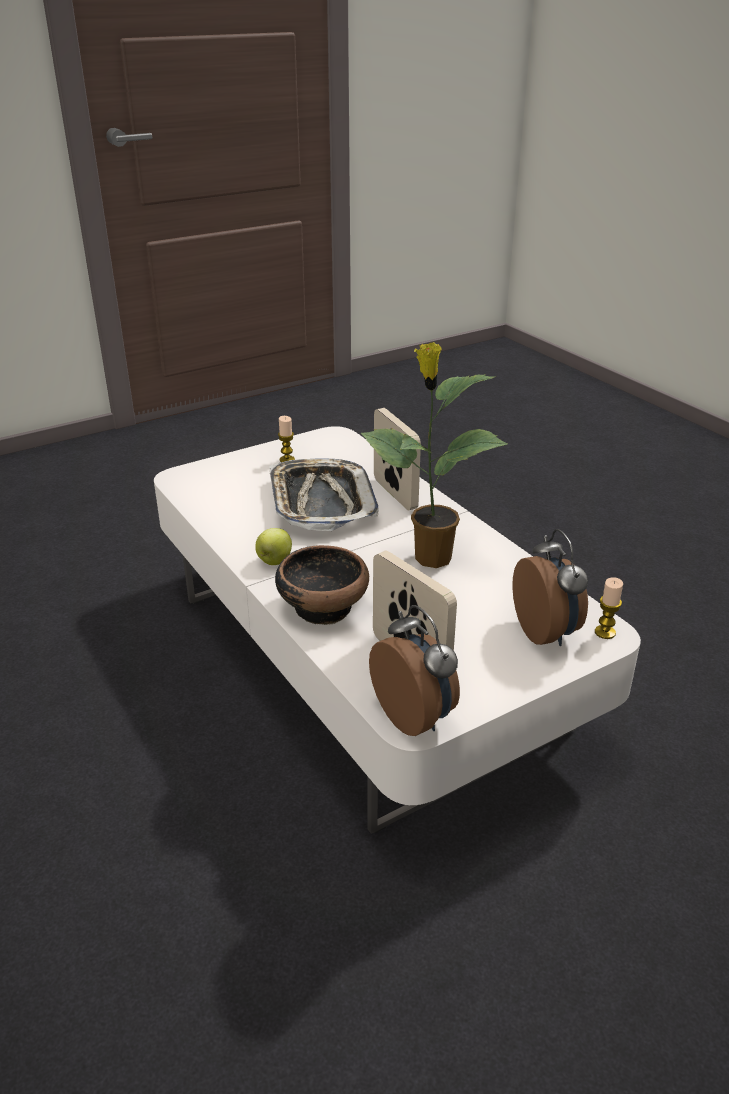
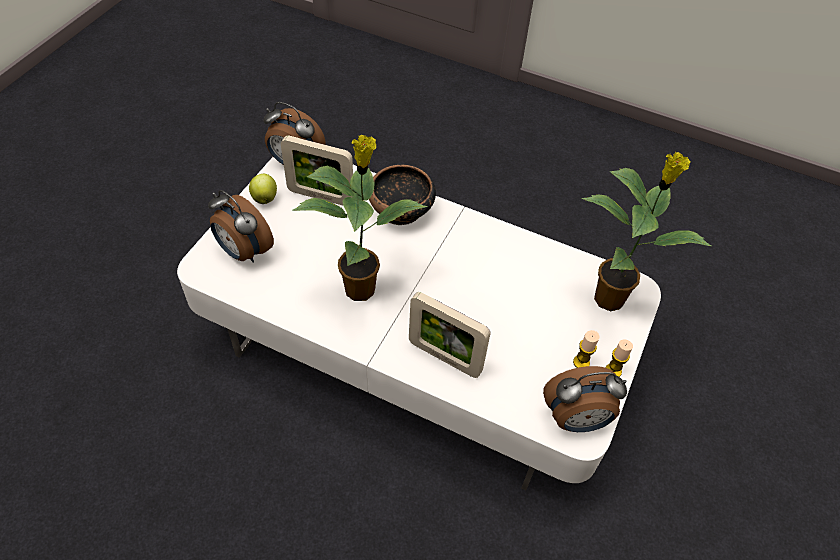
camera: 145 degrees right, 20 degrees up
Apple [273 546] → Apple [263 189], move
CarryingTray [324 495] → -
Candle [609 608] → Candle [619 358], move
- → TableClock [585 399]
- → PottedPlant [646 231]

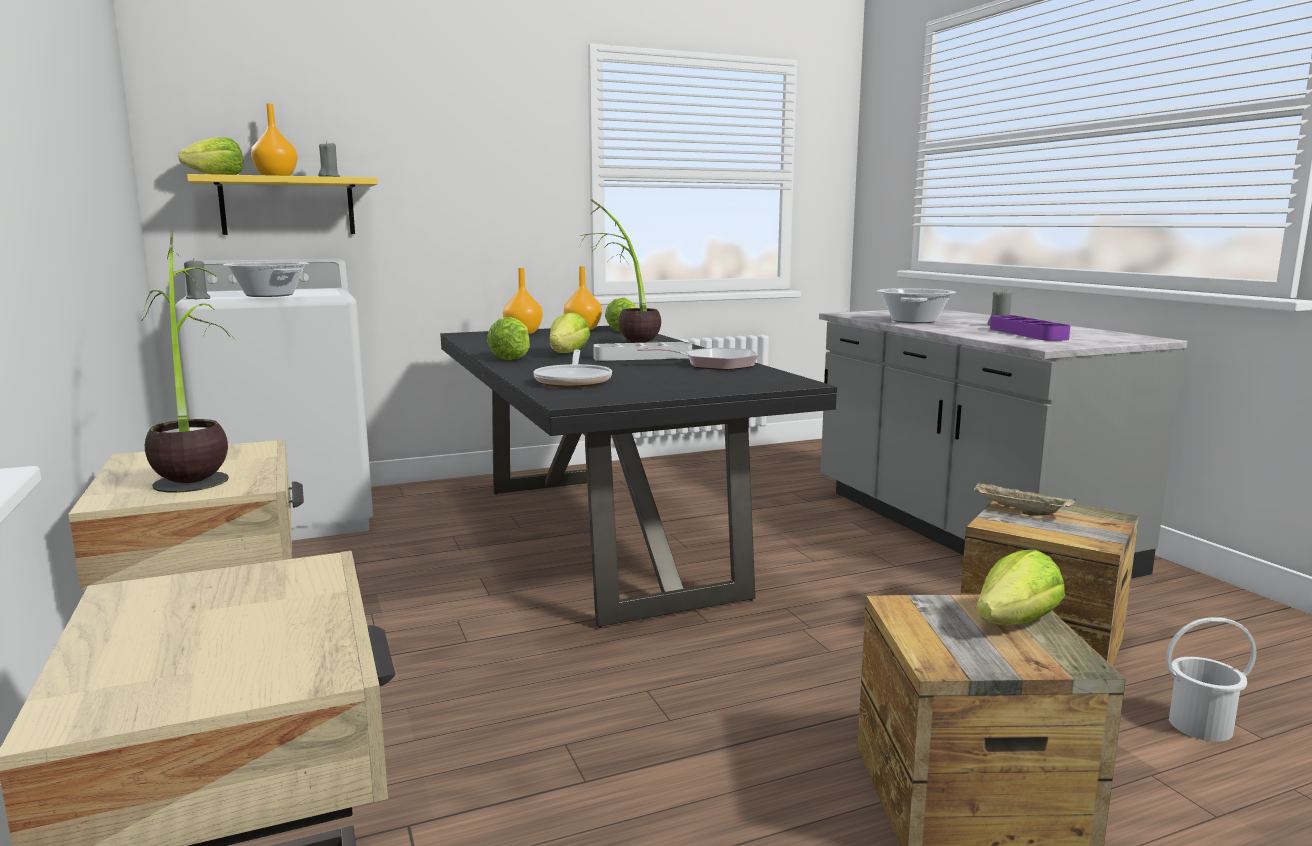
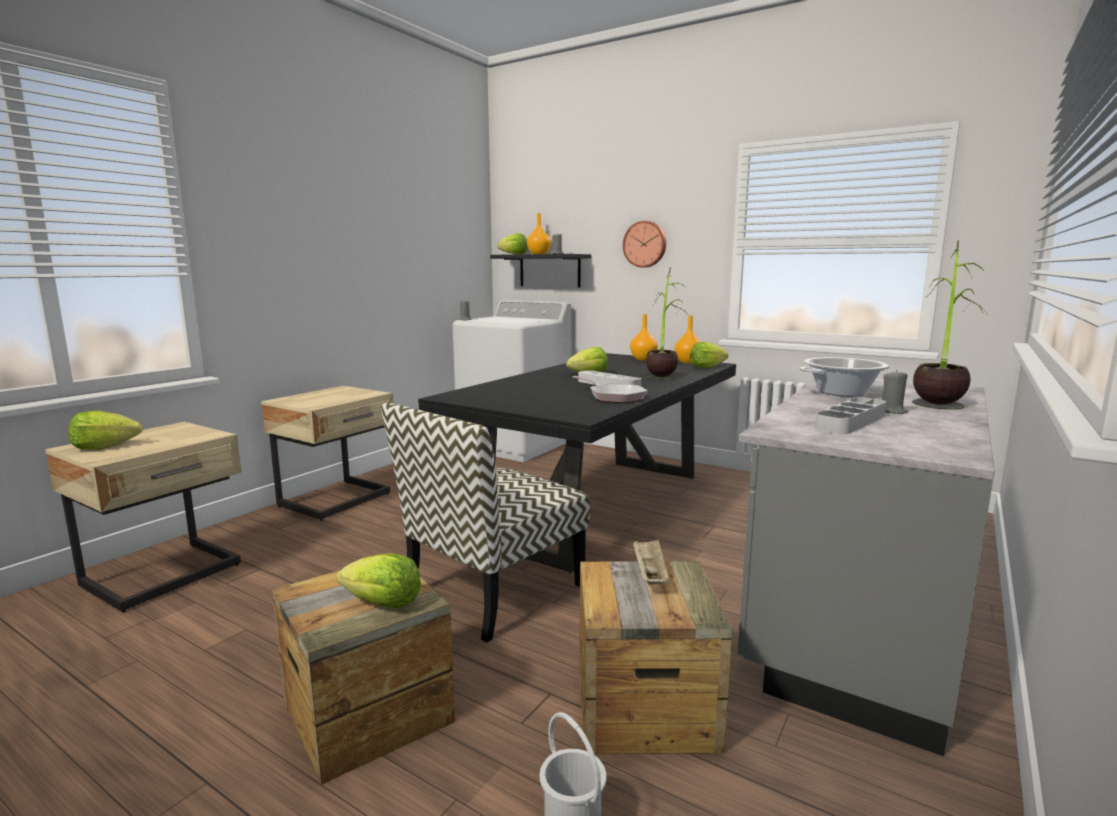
camera: 55 degrees right, 0 degrees up
PottedPlant [188 362] → PottedPlant [950 324], move
YellowishBracketShelf [282 204] → BlackColouredBracketShelf [540 270]
CookingPot [266 279] → -
HeadOfLettuce [508 338] → HeadOfLettuce [105 430], move
FryingPan [572 369] → -
PurplishCarryingTray [1030 328] → GrayCarryingTray [850 415]
- → Chair [486 523]
- → WallClock [644 244]

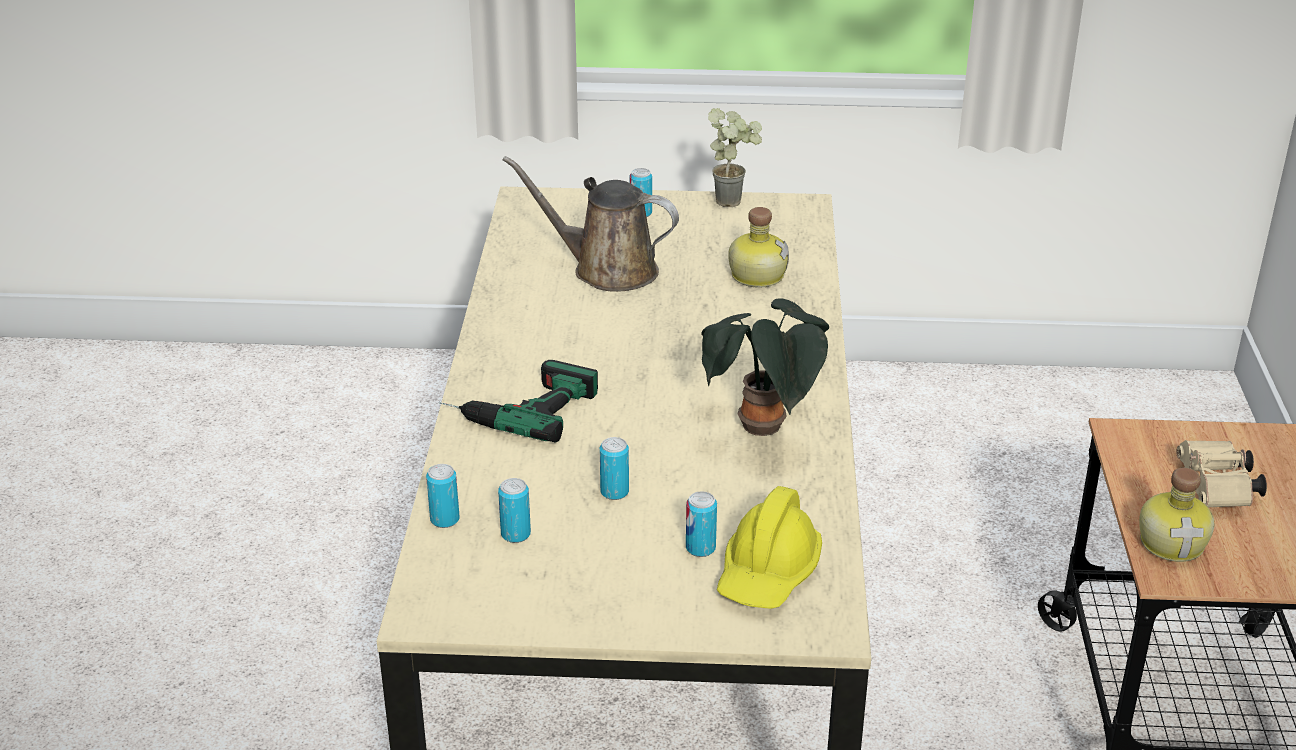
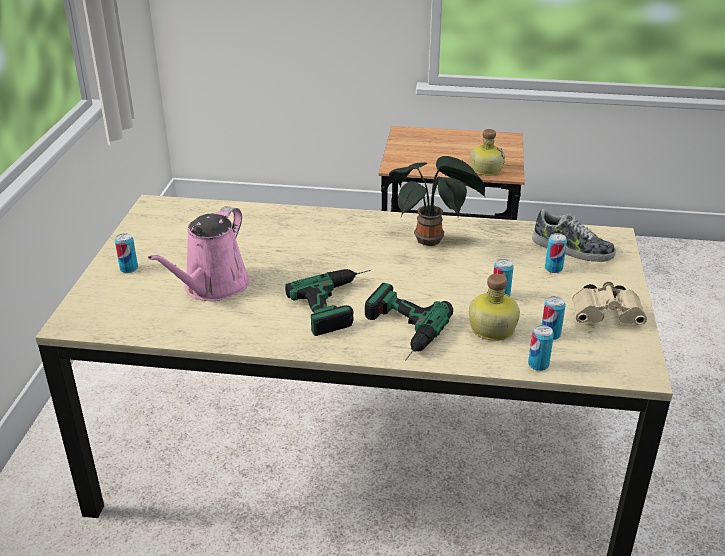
camera: 85 degrees left, 0 degrees up
BrownWateringPot [591 224] → PinkWateringPot [199 253]
PottedPlant [735 157] → -
YellowishSafetyHelmet [769 547] → ItemOfFootwear [574 235]
DrinkBottle [758 247] → DrinkBottle [494 307], move
SandColouredFieldGlasses [1221 473] → SandColouredFieldGlasses [609 303], move
- → ElectricDrill [328 302]

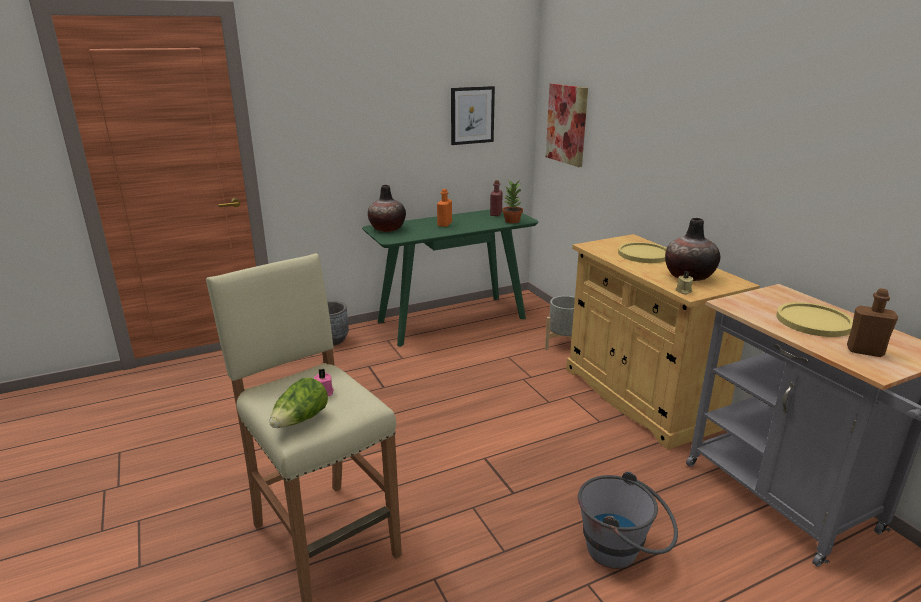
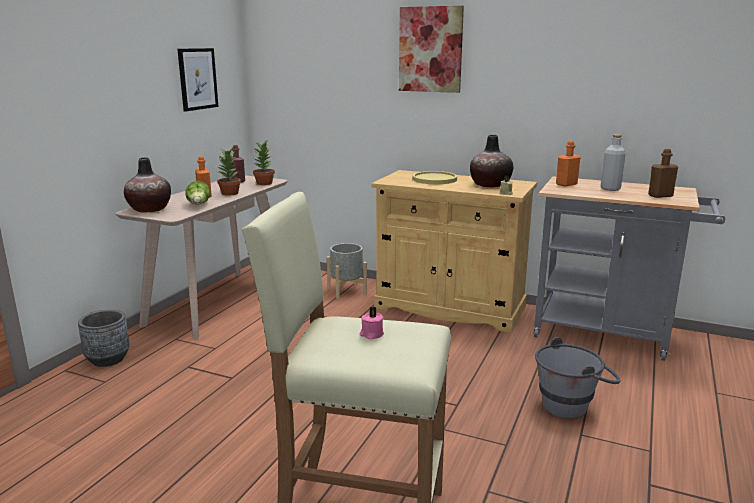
camera: 40 degrees left, 5 degrees down
HeadOfLettuce [298 403] → HeadOfLettuce [197 192], move
GreenNarrowTable [450 277] → SandColouredNarrowTable [201 257]
WallArt [567 125] → WallArt [431 49], move
YellowishDinnerPlate [815 319] → GrayDrinkBottle [613 162]
- → PottedPlant [229 172]
- → OrangeyDrinkBottle [568 164]

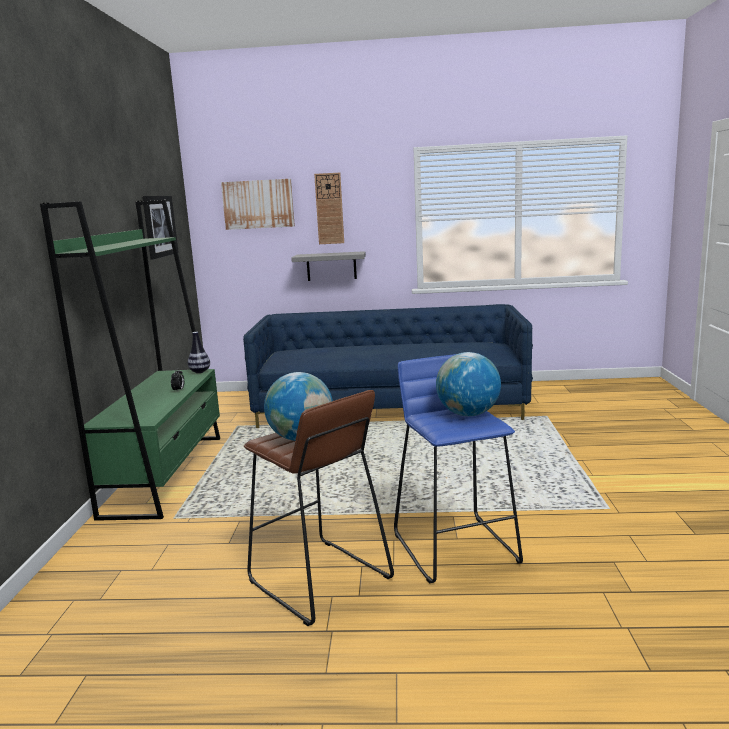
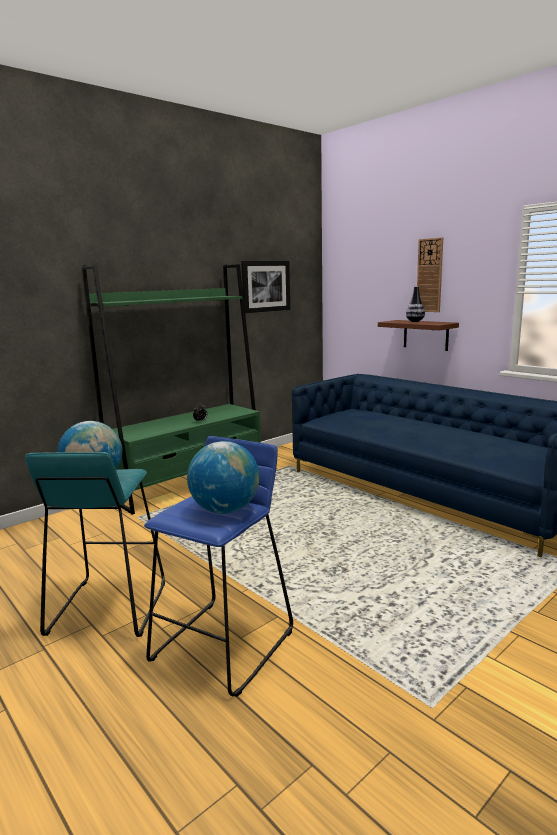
camera: 45 degrees right, 0 degrees up
DecorativeVase [199 352] → DecorativeVase [415 304], move
WallArt [258 204] → -
BrownStool [319 508] → TurquoiseColouredStool [95 544]
GrayBracketShelf [328 266] → BrownBracketShelf [418 335]

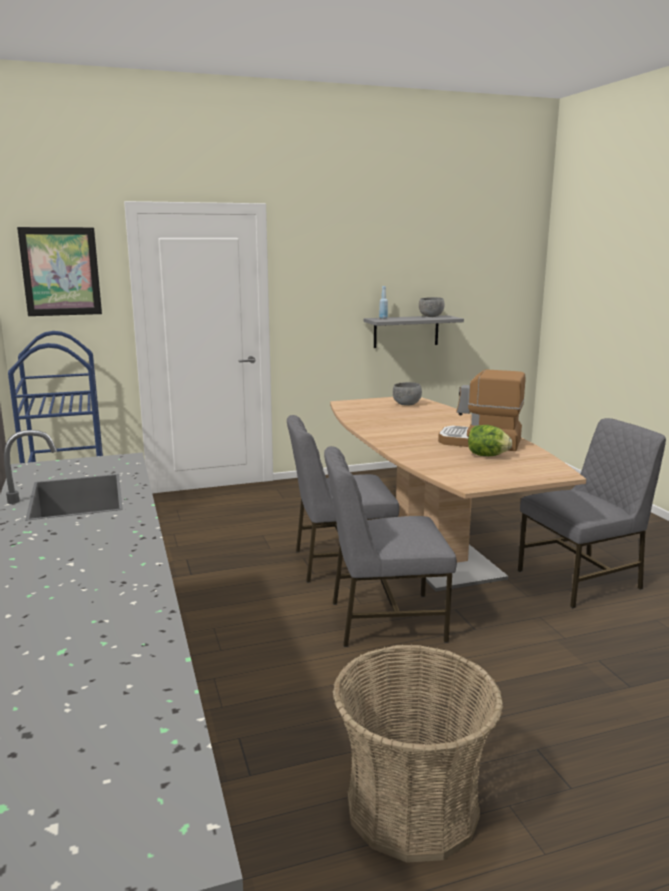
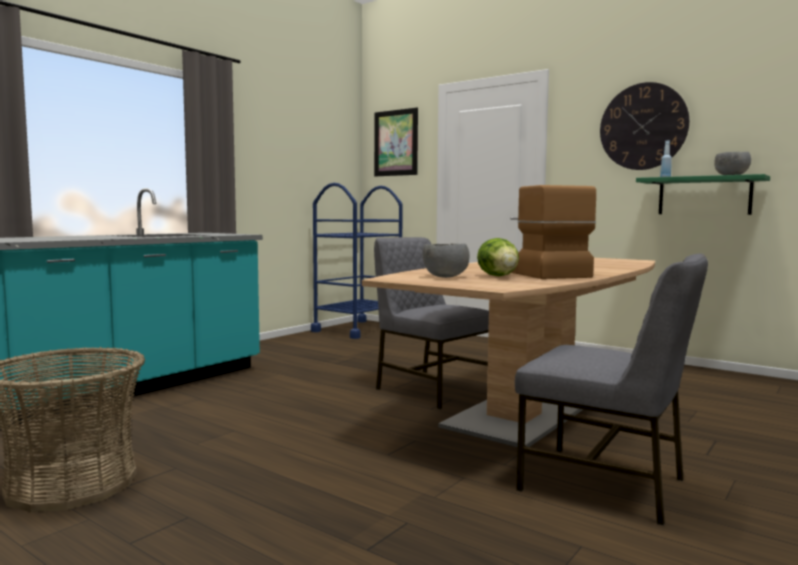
camera: 55 degrees right, 10 degrees down
GrayChair [390 546] → -
GrayBracketShelf [414 331] → GreenBracketShelf [703 194]
GrayBowl [407 394] → GrayBowl [446 261], move
- → WallClock [644 126]

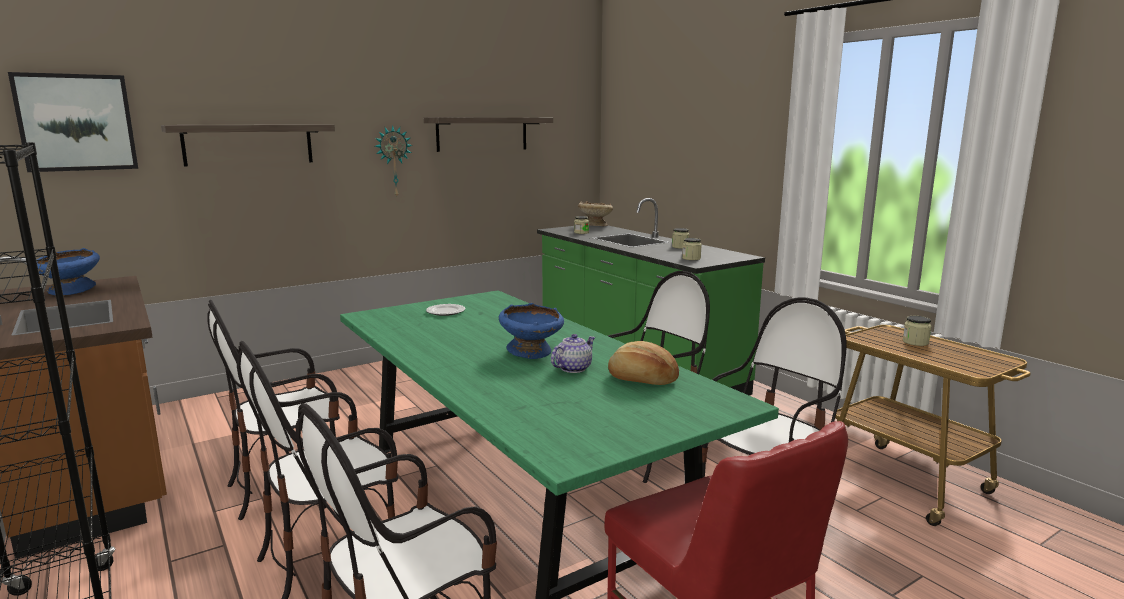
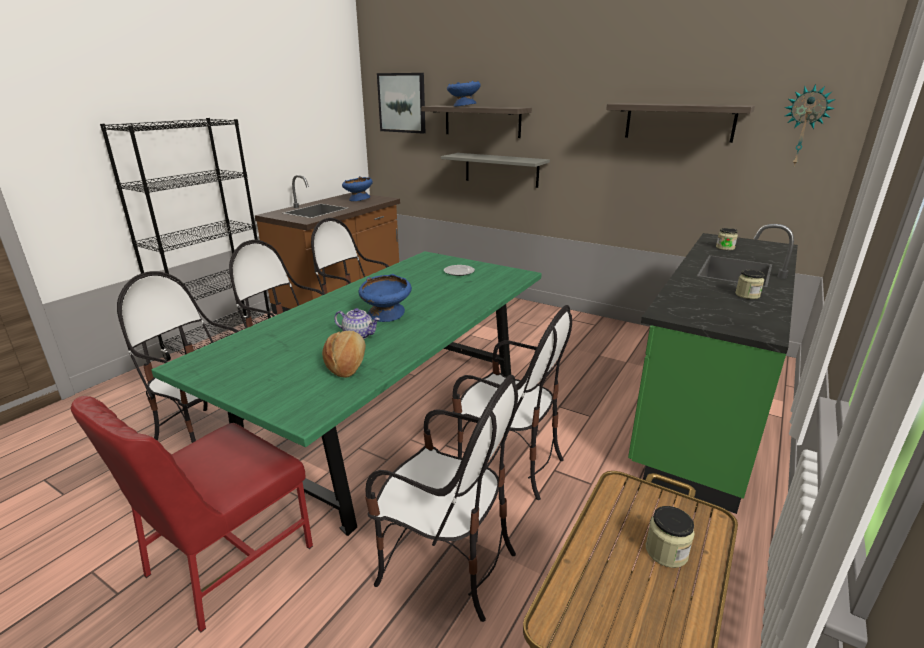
camera: 65 degrees right, 10 degrees up
WallClock [394 161] → WallClock [809 125], move
SandColouredBowl [595 213] → -
Jar [692 249] → -
- → GrayBracketShelf [495 170]
- → BluishBowl [464 94]

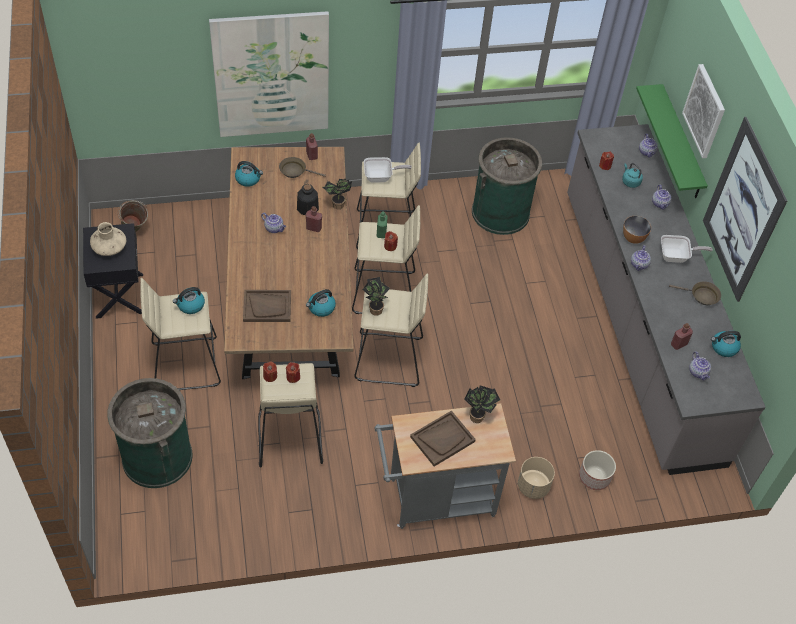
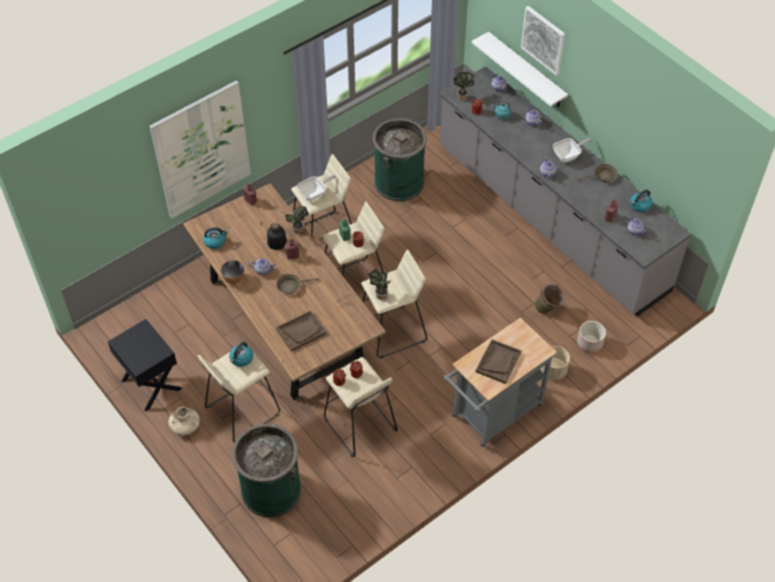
camera: 25 degrees left, 0 degrees up
SandColouredDecorativeVase [108 239] → SandColouredDecorativeVase [184 421], move
GreenWaterBucket [133 216] → GreenWaterBucket [550 299], move
BrownFryingPan [302 167] → BrownFryingPan [298 284], move
Kettle [321 303] → -
PottedPlant [482 404] → PottedPlant [464 86], move
Bowl [637 230] → Bowl [232 272], move
GreenBracketShelf [672 141] → WhiteColouredBracketShelf [519 69]
WallArt [745 209] → -

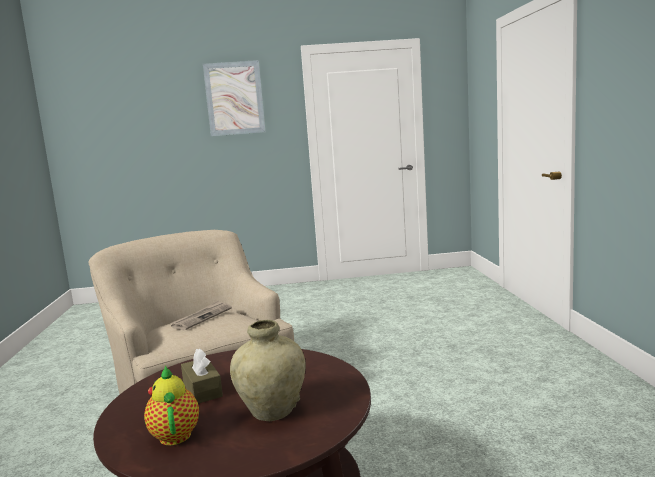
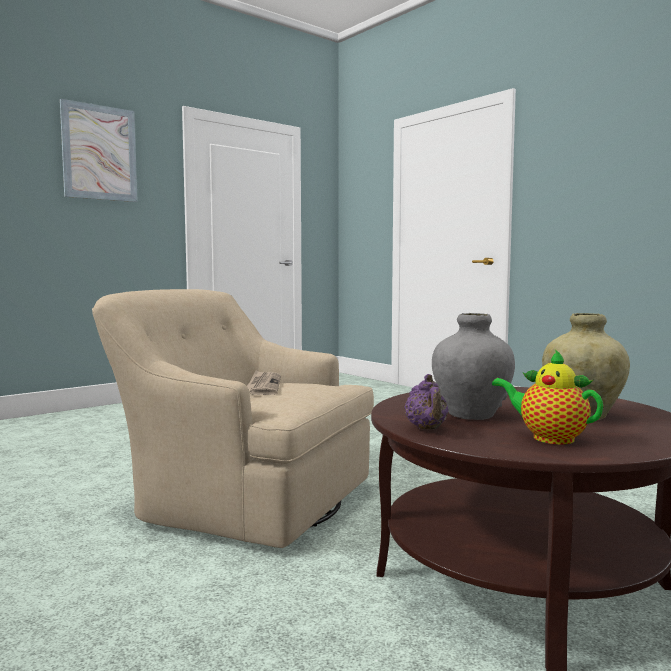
camera: 35 degrees left, 5 degrees down
BrownTissueBox [202 376] → GrayDecorativeVase [473 366]
- → PurplishTeapot [426 401]

